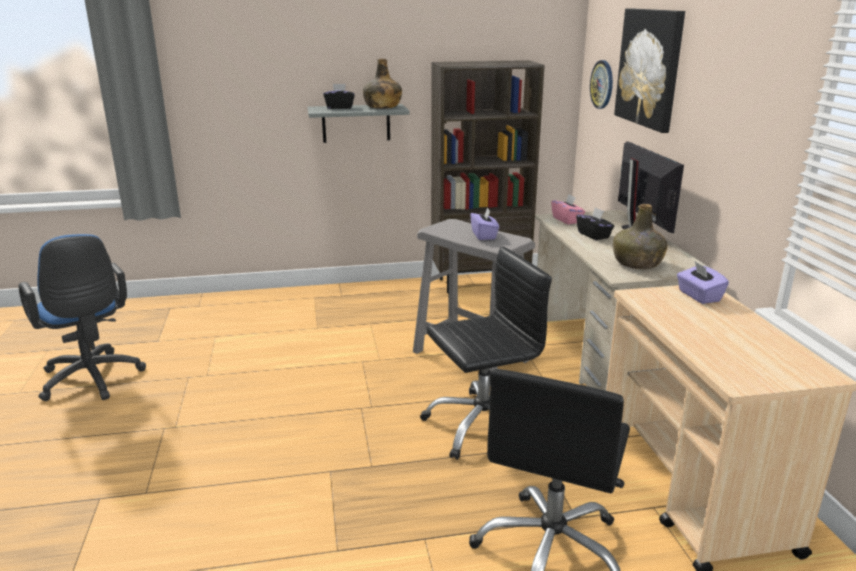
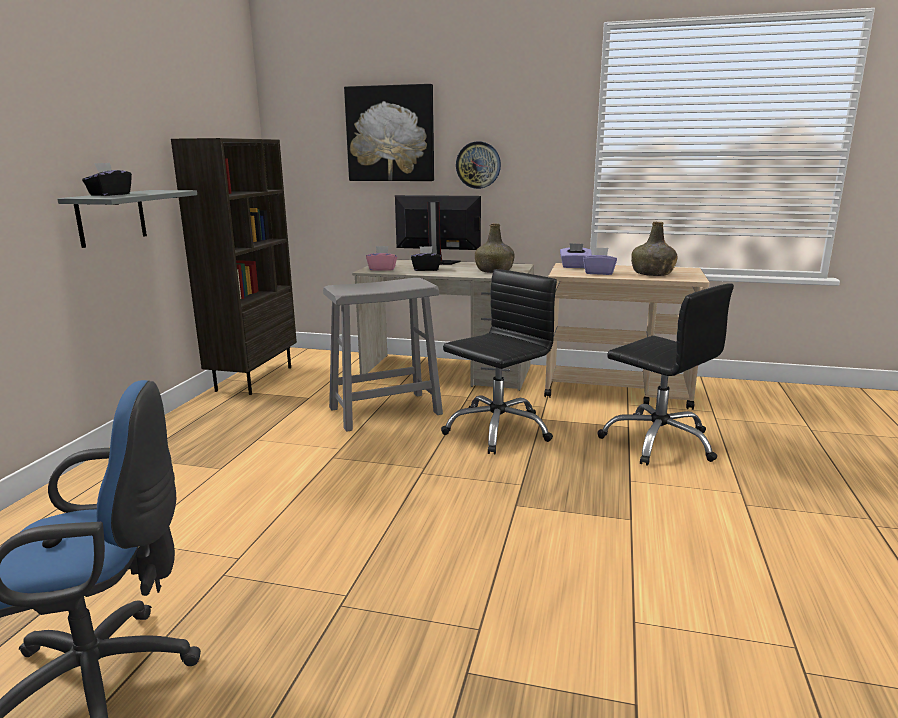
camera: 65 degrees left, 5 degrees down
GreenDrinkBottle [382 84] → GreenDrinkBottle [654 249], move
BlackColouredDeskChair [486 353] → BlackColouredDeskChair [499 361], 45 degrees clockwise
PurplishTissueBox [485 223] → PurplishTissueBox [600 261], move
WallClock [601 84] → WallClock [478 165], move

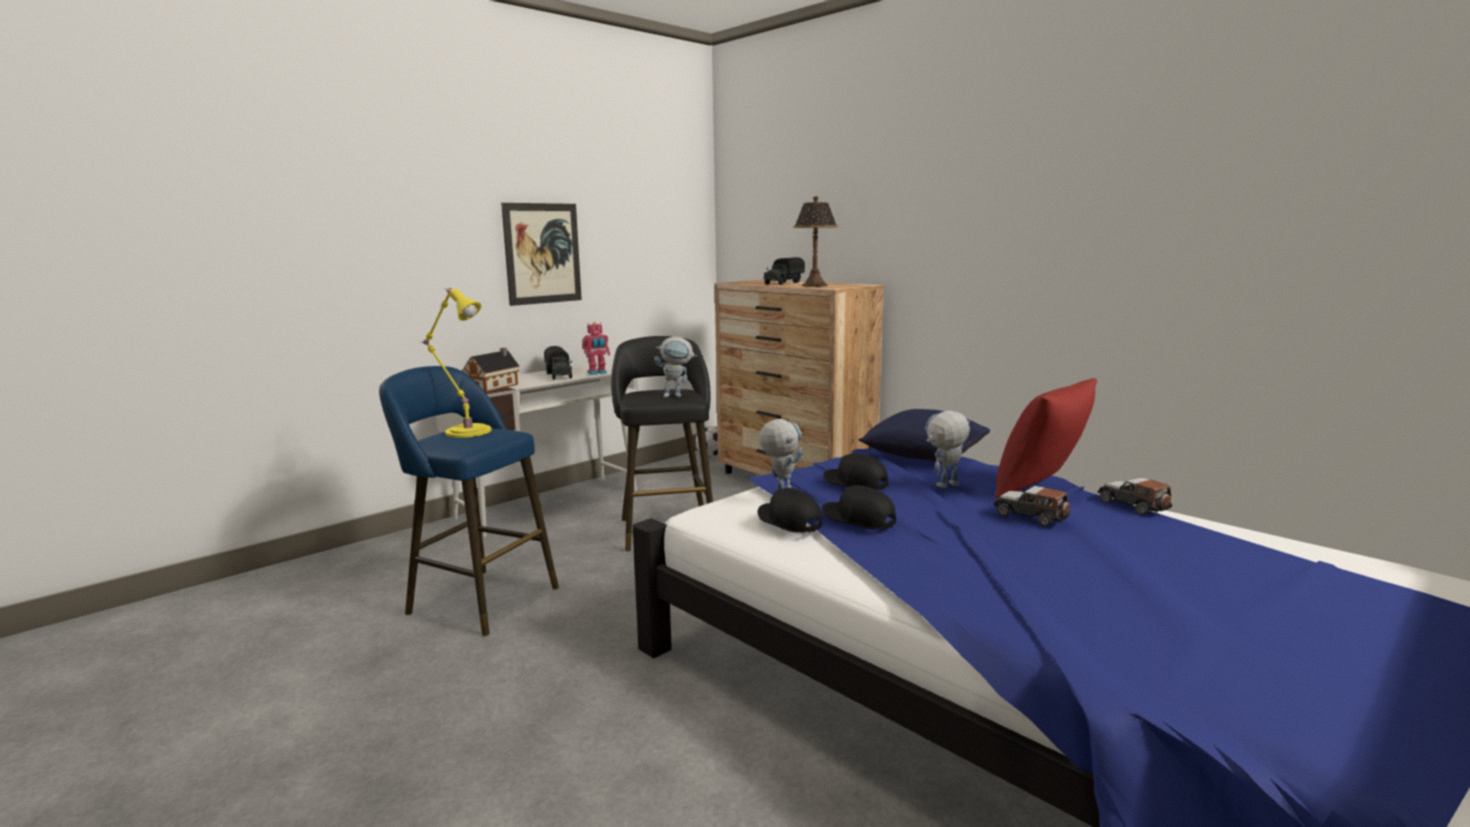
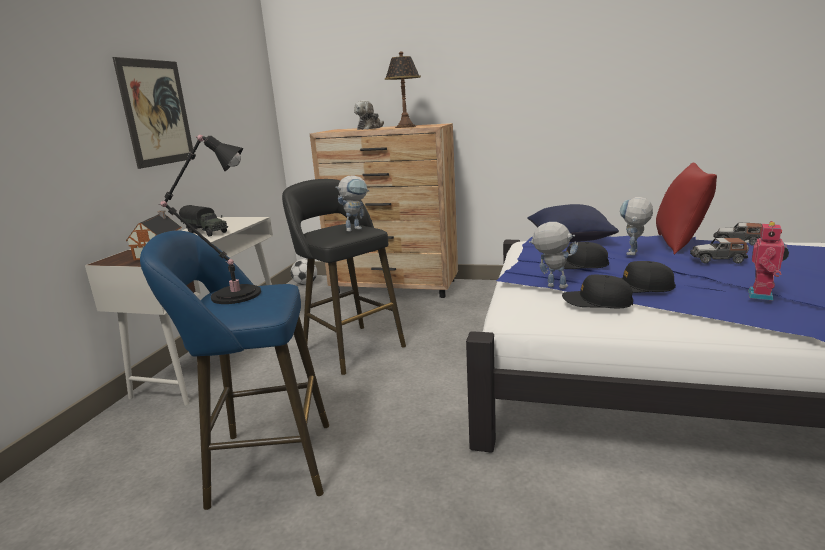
camera: 30 degrees left, 5 degrees up
YellowishLampForATable [456 363] → BlackColouredLampForATable [210 219]
ModelRobot [596 348] → ModelRobot [768 261], move
ToyTruck [784 271] → CuddlyToy [369 115]

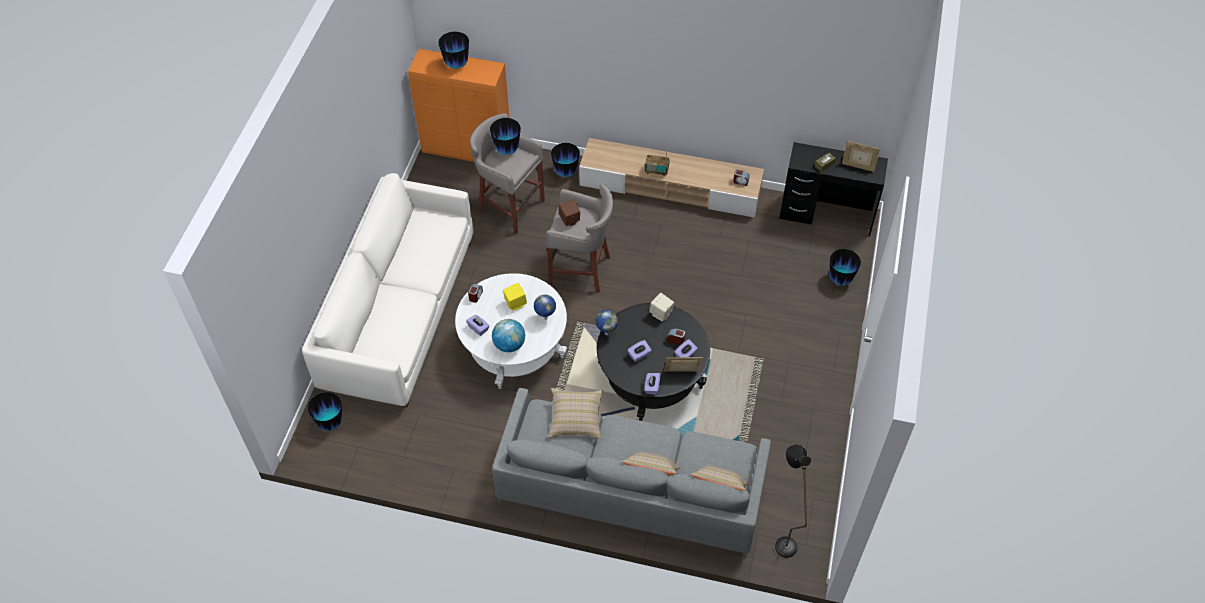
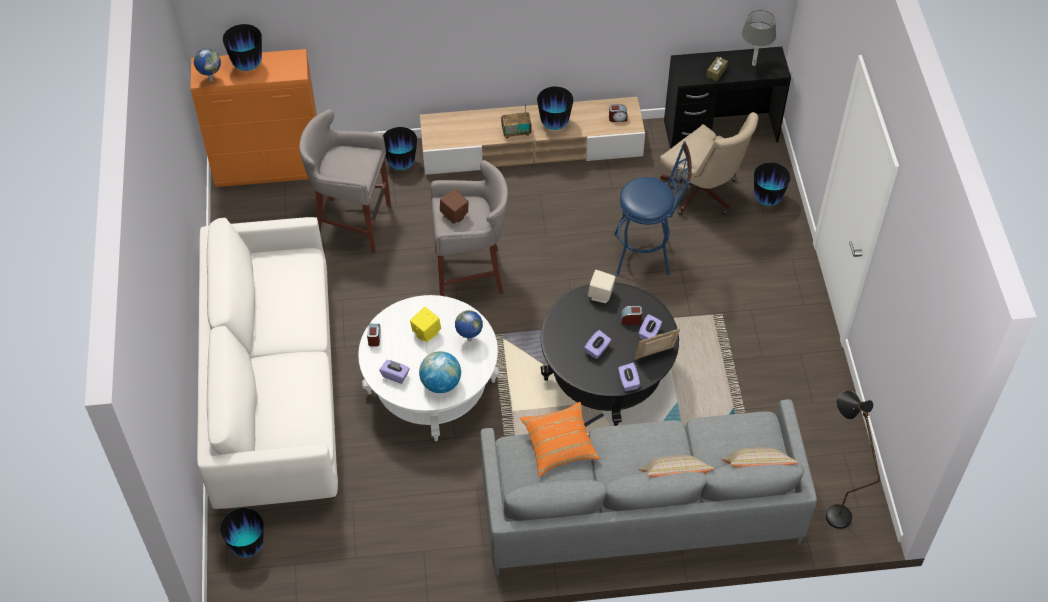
camera: 20 degrees left, 0 degrees up
DecorativeVase [505 136] → DecorativeVase [555 108], move
SandColouredThrowPillow [575 413] → OrangeyThrowPillow [560 439]
WorldGlobe [606 322] → WorldGlobe [207 65], move
StandingFrame [861 156] → GrayLampForATable [759 38]
- → BluishStool [653 208]
- → SandColouredDeskChair [709 163]

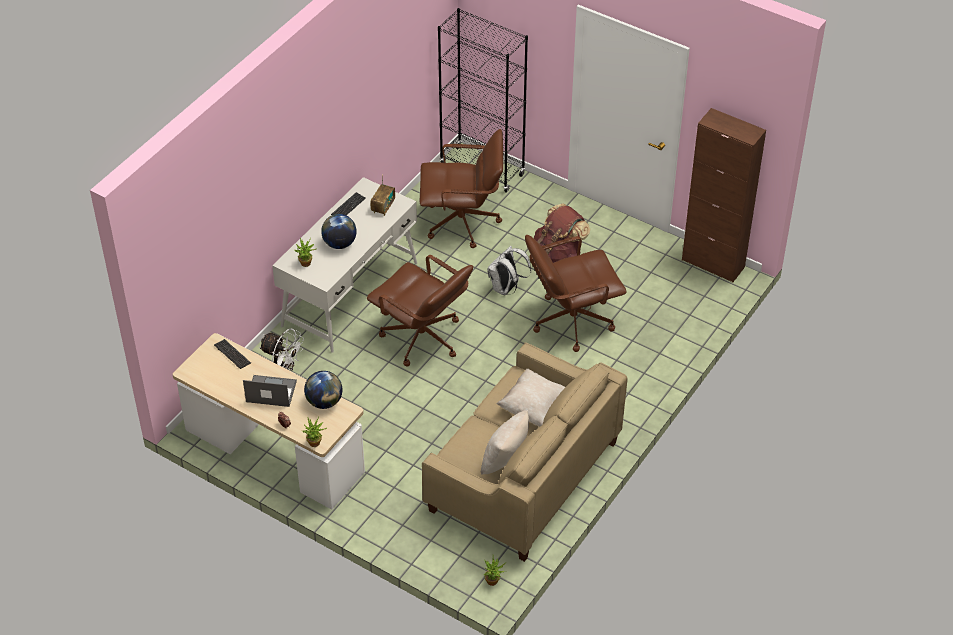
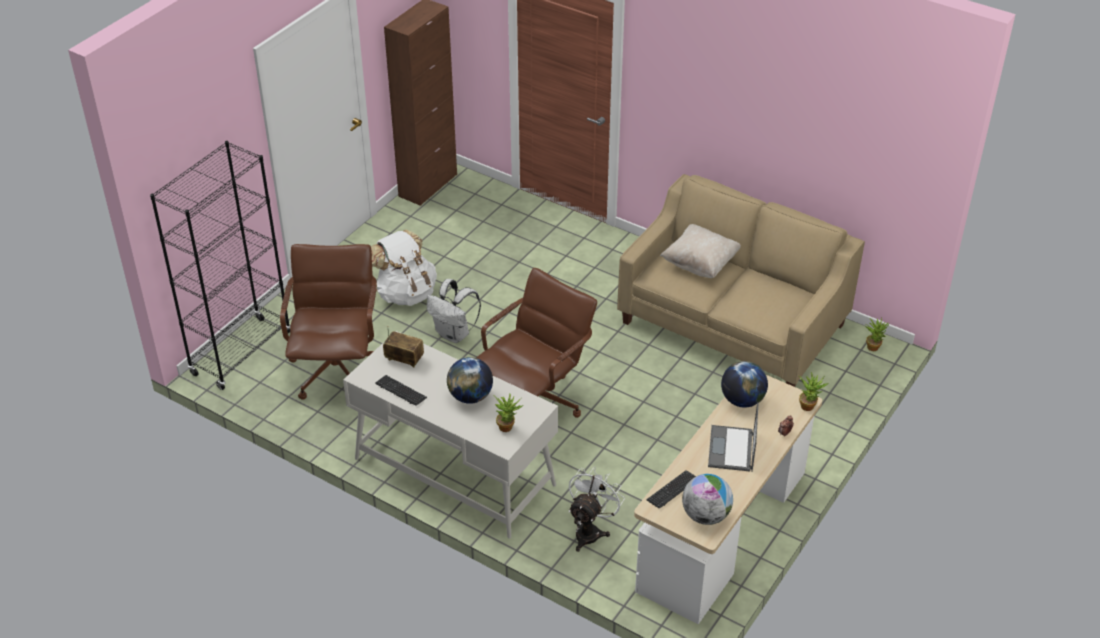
camera: 90 degrees left, 5 degrees down
SandColouredThrowPillow [505 442] → -
BrownDeskChair [575 293] → -
BrownKnapsack [562 233] → WhiteColouredKnapsack [404 267]
- → WorldGlobe [707 499]

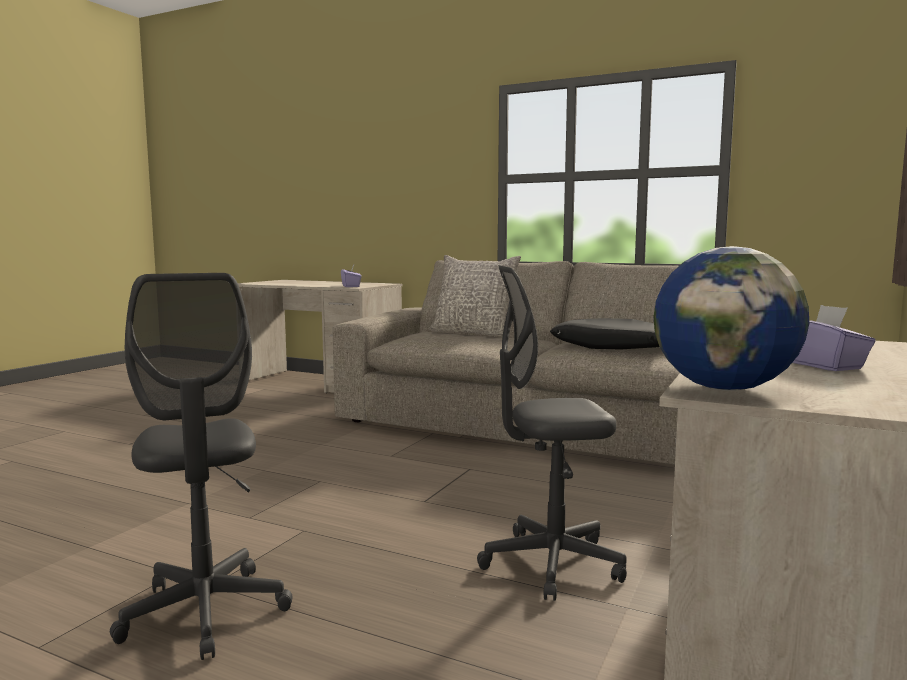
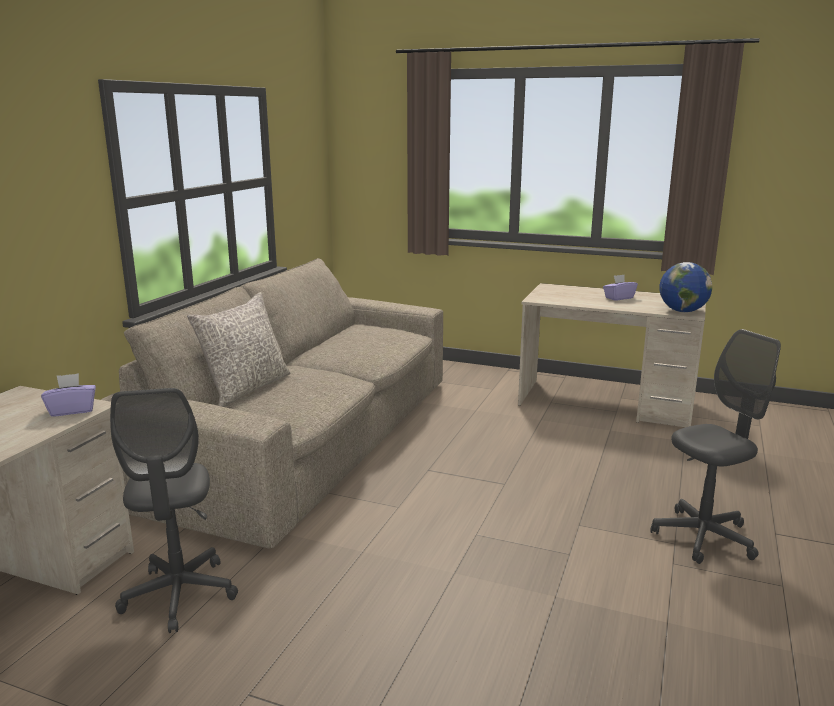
camera: 95 degrees left, 10 degrees up
GrayDeskChair [552 433] → GrayDeskChair [174 510], move
BlackColouredThrowPillow [604 333] → -

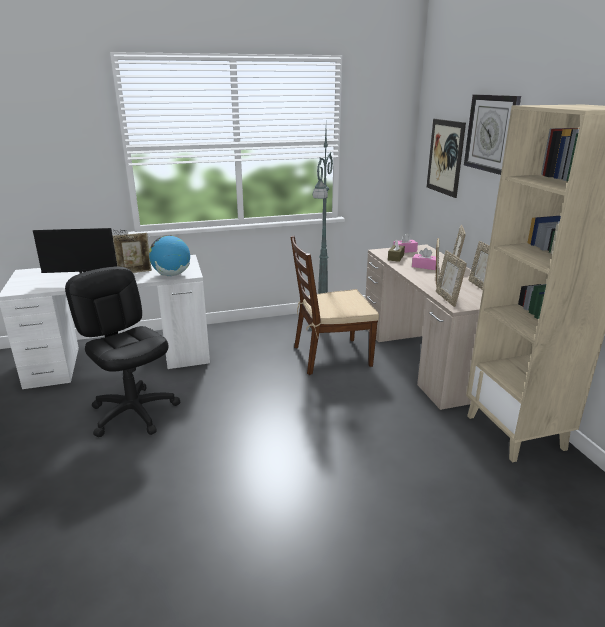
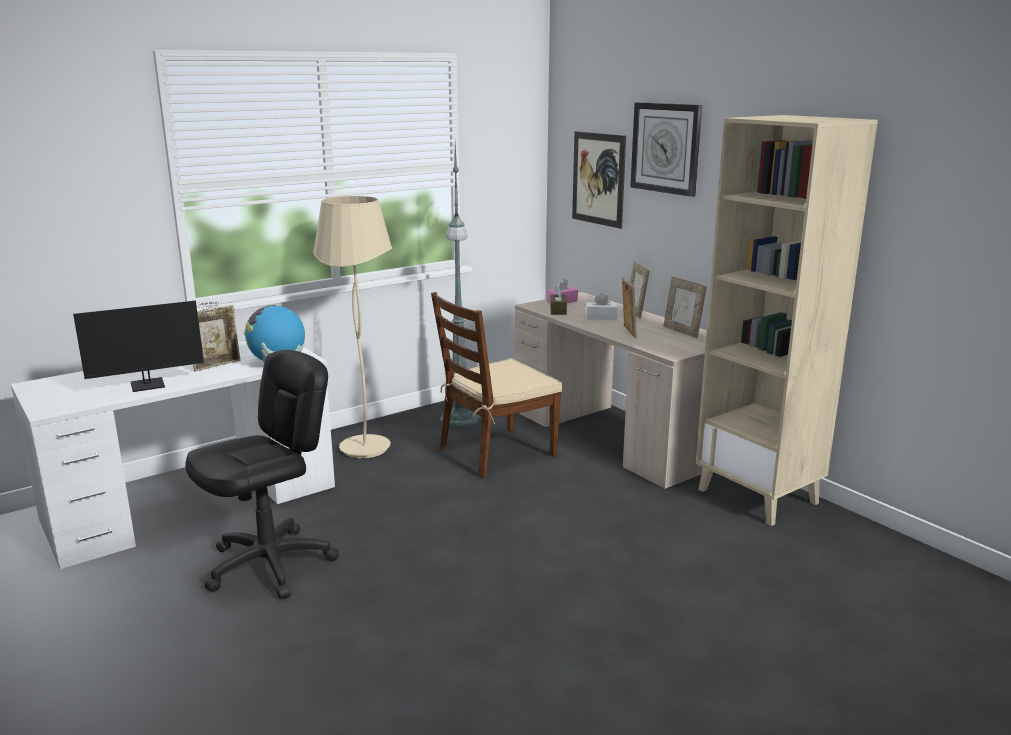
camera: 20 degrees left, 5 degrees down
BlackColouredDeskChair [122 351] → BlackColouredDeskChair [262 474], 105 degrees clockwise
PinkTissueBox [424 259] → WhiteColouredTissueBox [601 306]
StandingFrame [451 278] → -
- → SandColouredStandardLamp [353 327]

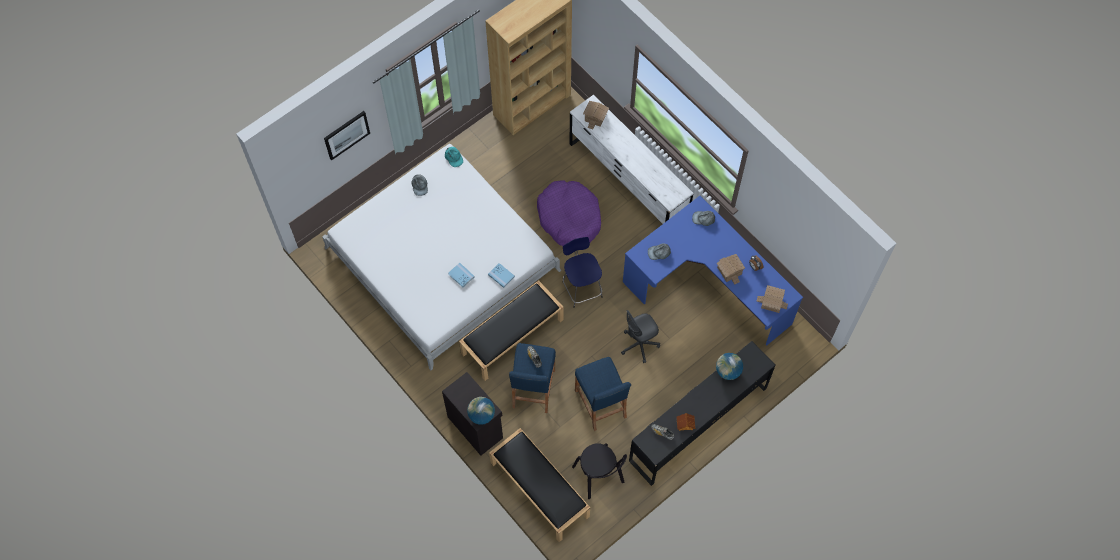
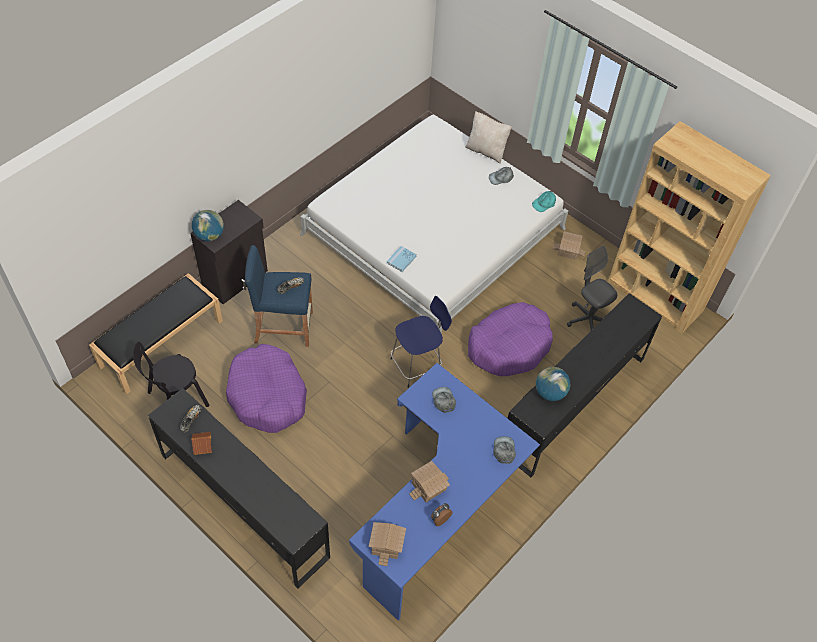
camera: 80 degrees right, 10 degrees down
WallArt [347 135] → -
BluishVolume [461 275] → -
BlackColouredBench [511 330] → -
WhiteColouredDrawerChest [631 159] → BlackColouredDrawerChest [584 385]
BluishStool [603 394] → PurplishDogBed [266 388]
ToyHouse [596 115] → ToyHouse [568 245], move
GrayDeskChair [640 336] → GrayDeskChair [592 288], move
WorldGlobe [729 366] → WorldGlobe [553 384], move
- → SandColouredThrowPillow [488 137]

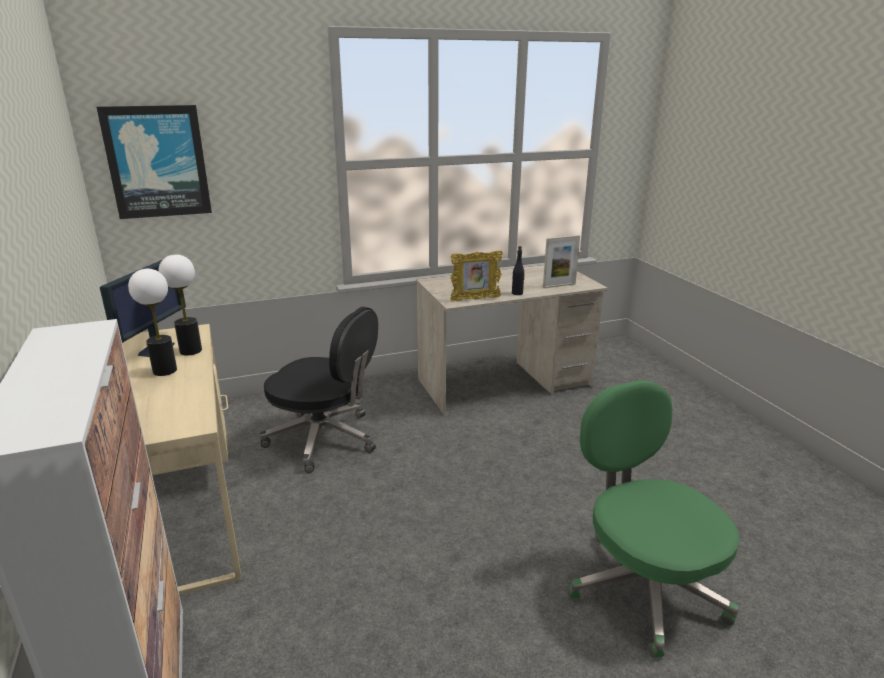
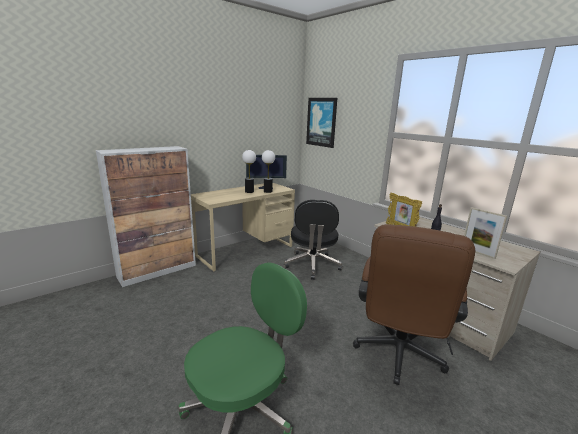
camera: 70 degrees right, 5 degrees down
- → BrownDeskChair [414 304]

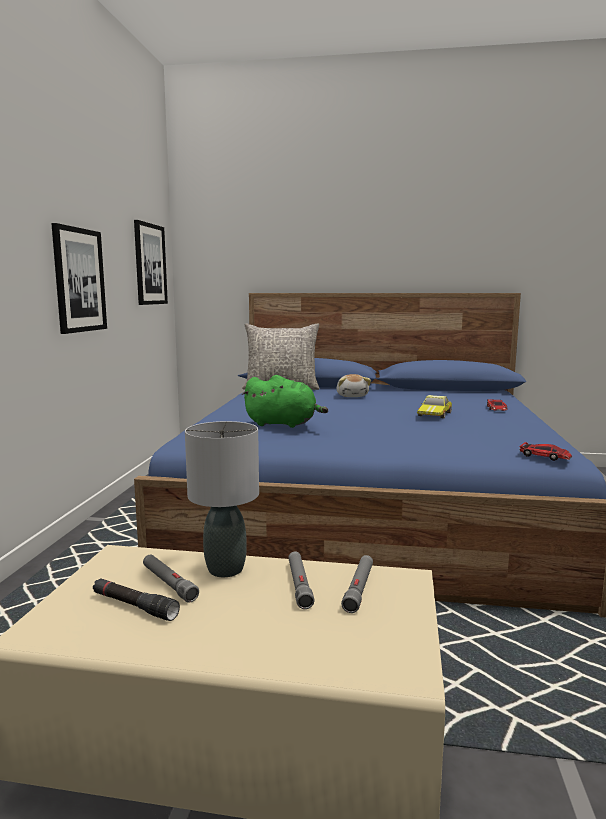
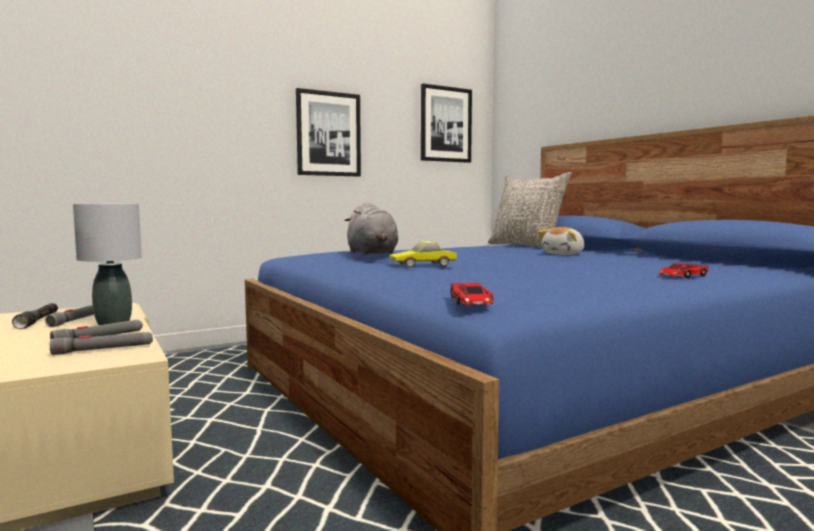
camera: 50 degrees right, 5 degrees down
GreenCuddlyToy [285 401] → GrayCuddlyToy [371 228]
MiniatureCar [434 406] → MiniatureCar [423 254], move

